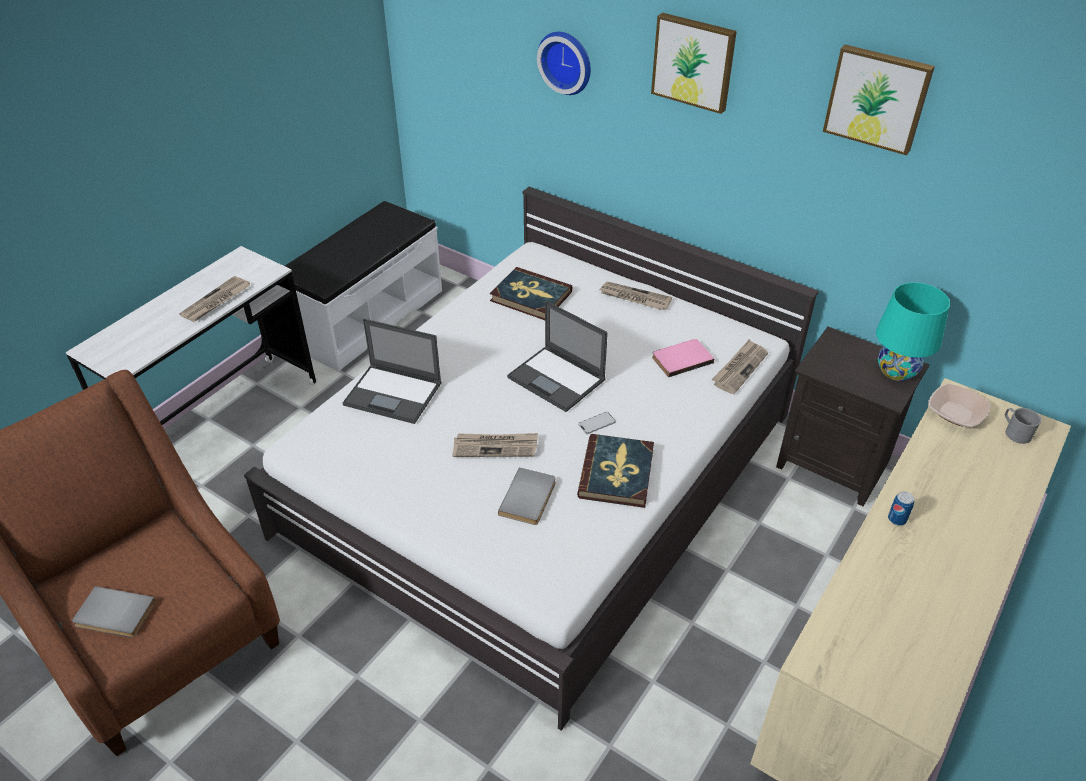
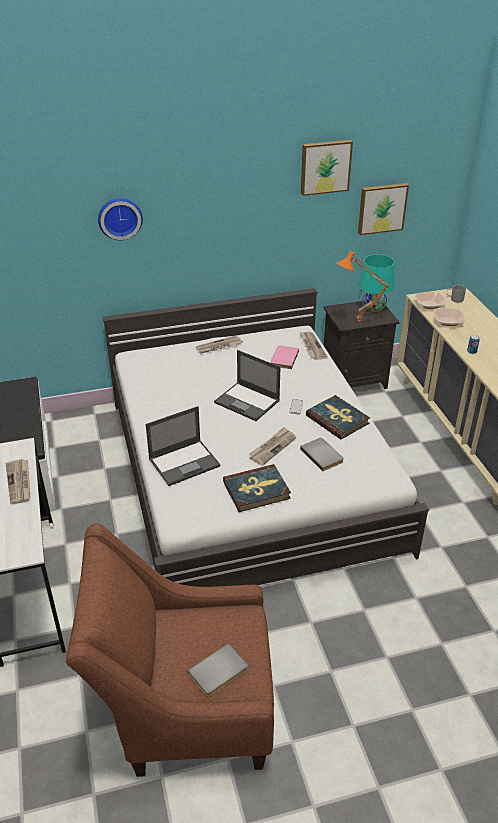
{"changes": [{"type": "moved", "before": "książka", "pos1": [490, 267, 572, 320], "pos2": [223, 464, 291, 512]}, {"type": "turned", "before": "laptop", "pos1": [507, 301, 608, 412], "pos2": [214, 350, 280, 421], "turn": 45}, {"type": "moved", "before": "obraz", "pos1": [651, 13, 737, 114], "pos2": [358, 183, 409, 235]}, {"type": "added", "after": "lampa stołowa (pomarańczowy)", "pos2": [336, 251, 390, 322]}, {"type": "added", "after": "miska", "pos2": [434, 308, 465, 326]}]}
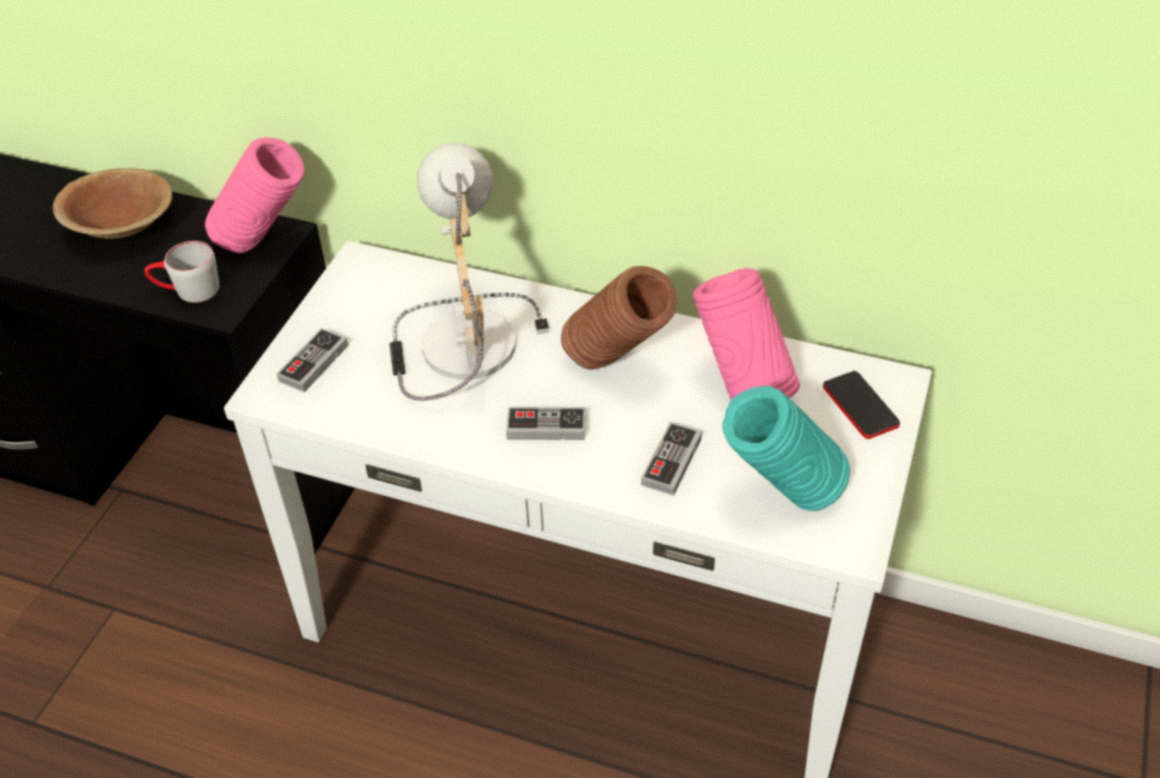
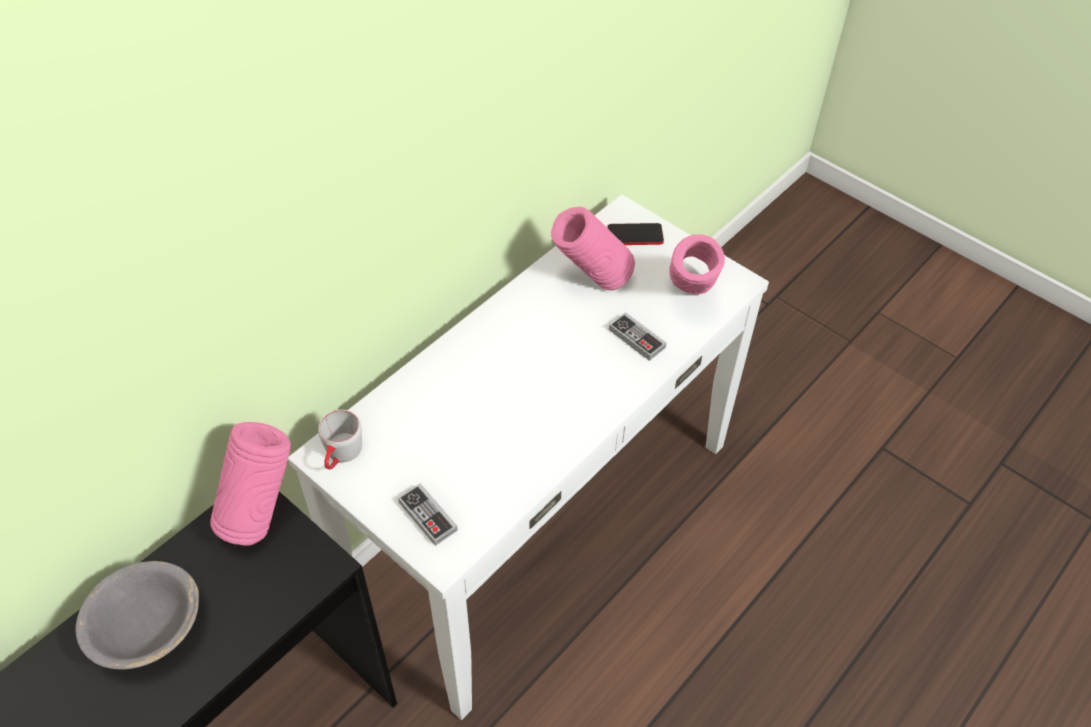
{"changes": [{"type": "recoloured", "before": "miska (brązowy)", "after": "miska (szary)", "pos1": [53, 168, 172, 239], "pos2": [76, 561, 199, 670]}, {"type": "moved", "before": "kubek (szary)", "pos1": [144, 241, 219, 303], "pos2": [318, 410, 362, 470]}, {"type": "removed", "before": "lampa stołowa", "pos1": [390, 143, 549, 401]}, {"type": "removed", "before": "pad do gier", "pos1": [506, 407, 586, 440]}, {"type": "removed", "before": "wazon (brązowy)", "pos1": [561, 266, 677, 369]}, {"type": "recoloured", "before": "wazon (turkusowy)", "after": "wazon (różowy)", "pos1": [722, 386, 850, 511], "pos2": [669, 234, 725, 294]}]}
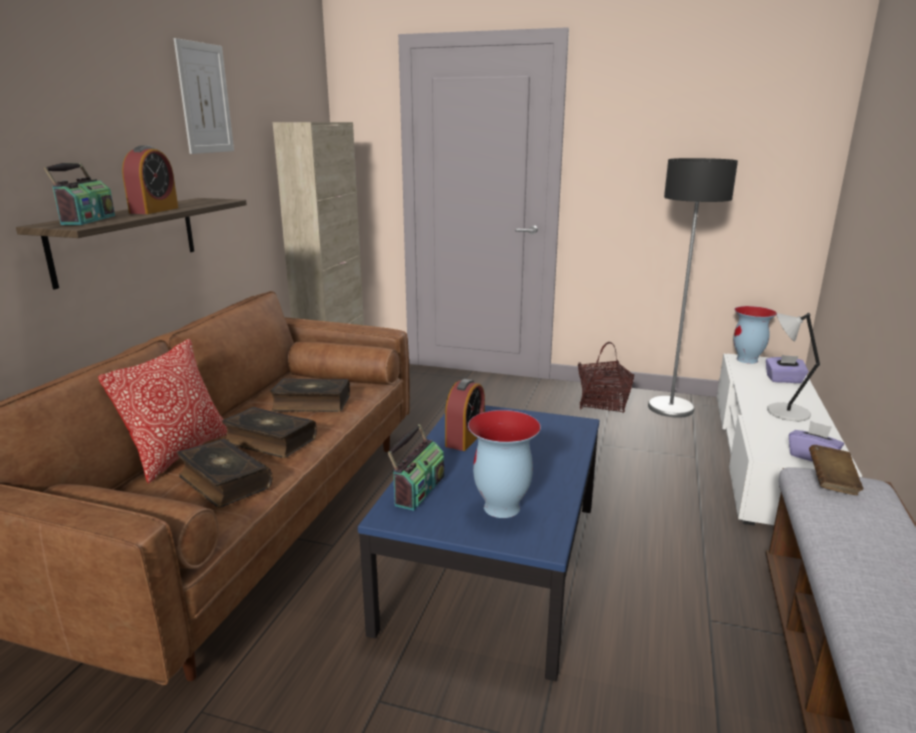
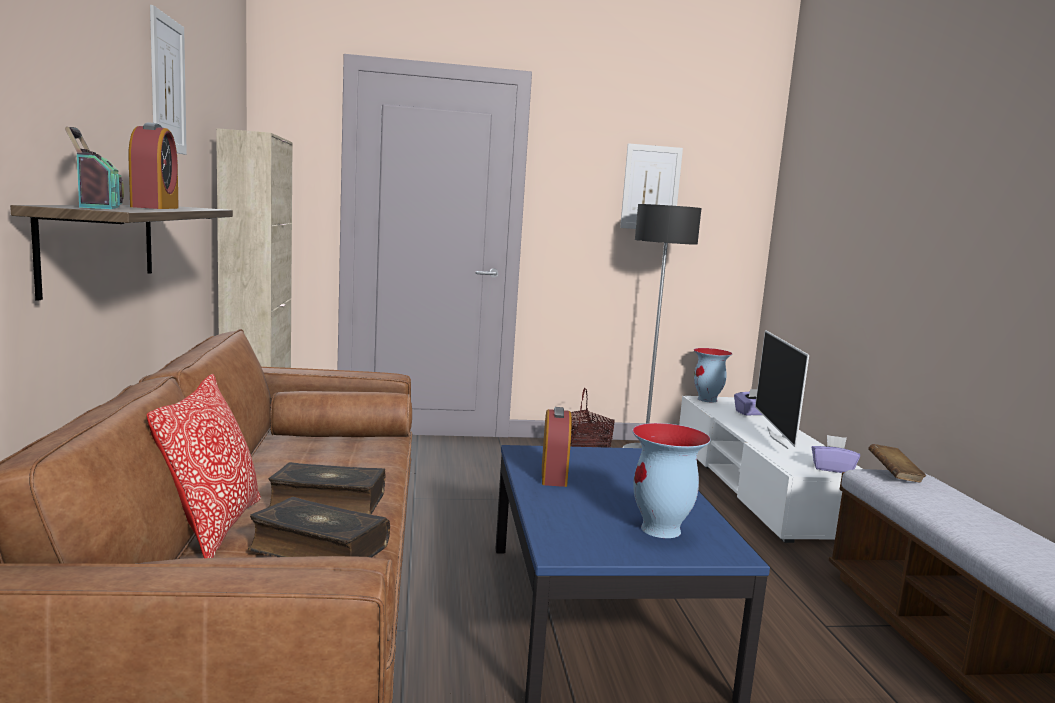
{"changes": [{"type": "removed", "before": "książka", "pos1": [270, 378, 350, 412]}, {"type": "removed", "before": "radio", "pos1": [387, 424, 444, 511]}, {"type": "replaced", "before": "lampa stołowa (szary)", "after": "telewizor", "pos1": [767, 313, 820, 421], "pos2": [755, 330, 809, 449]}, {"type": "added", "after": "obraz", "pos2": [620, 143, 683, 229]}]}
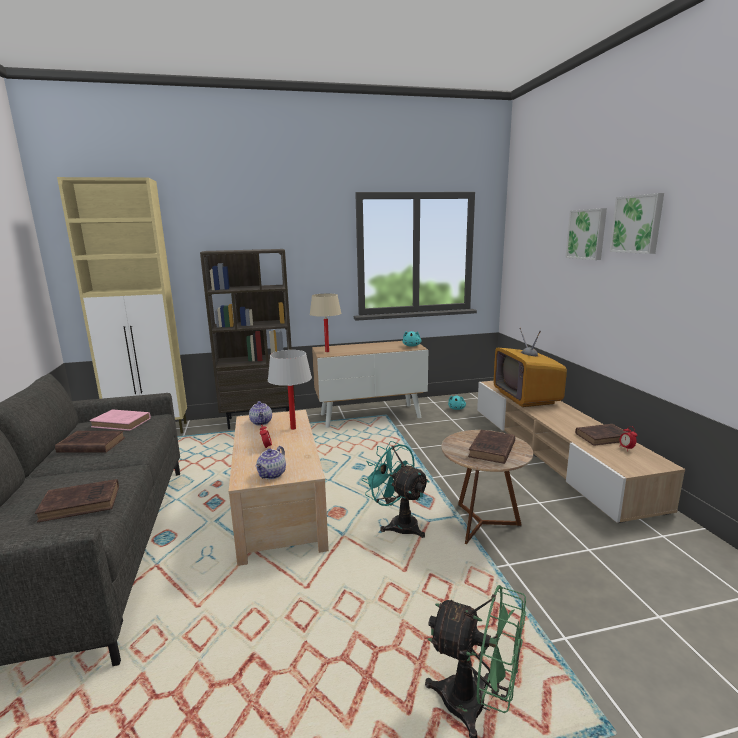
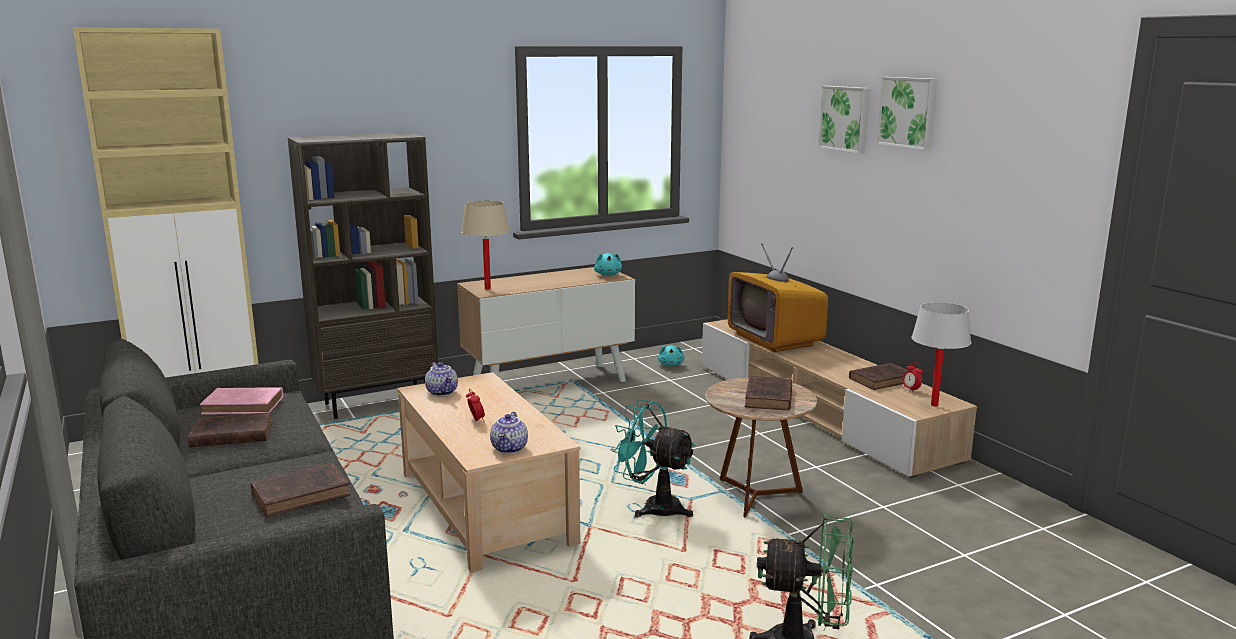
{"changes": [{"type": "moved", "before": "lampa stołowa (biały)", "pos1": [268, 350, 312, 430], "pos2": [912, 302, 971, 407]}]}
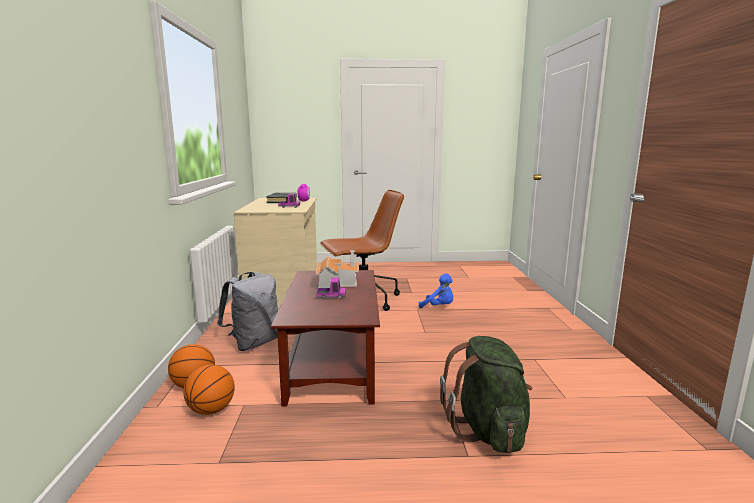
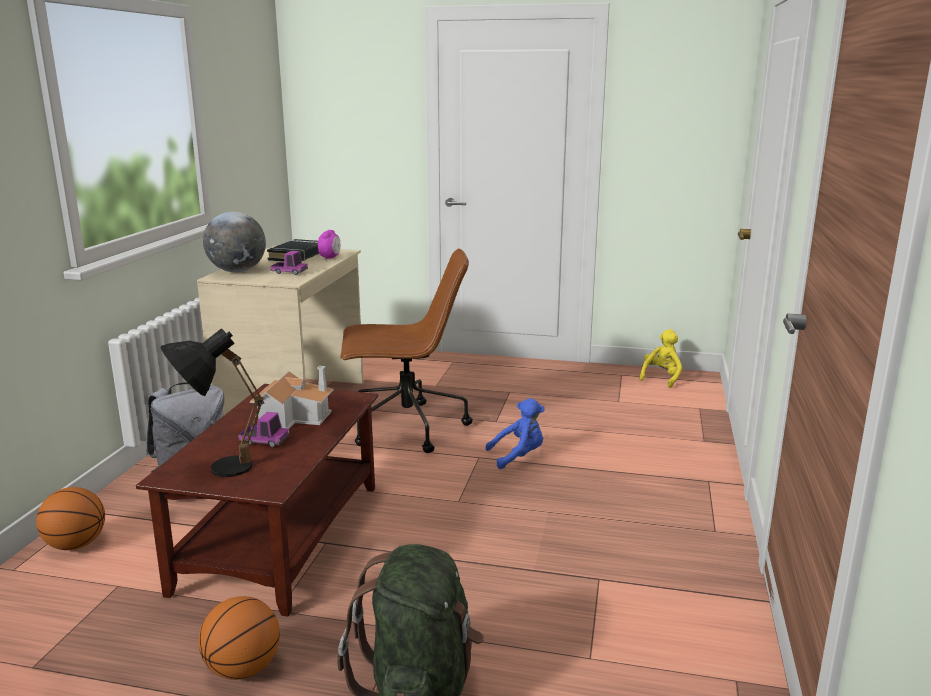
{"changes": [{"type": "moved", "before": "piłka do koszykówki", "pos1": [183, 365, 235, 415], "pos2": [198, 596, 280, 680]}, {"type": "turned", "before": "pluszak (niebieski)", "pos1": [419, 273, 453, 308], "pos2": [486, 398, 545, 469], "turn": -60}, {"type": "added", "after": "lampa stołowa (czarny)", "pos2": [161, 328, 265, 477]}, {"type": "added", "after": "globus", "pos2": [203, 212, 266, 272]}, {"type": "added", "after": "pluszak (żółty)", "pos2": [639, 329, 682, 388]}]}
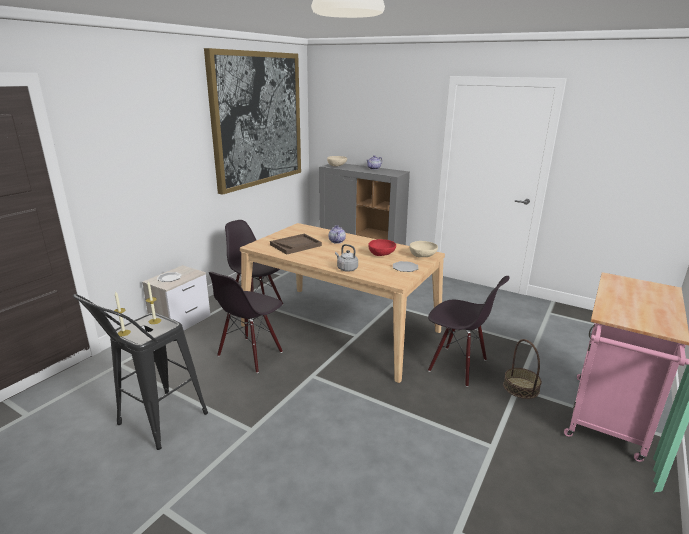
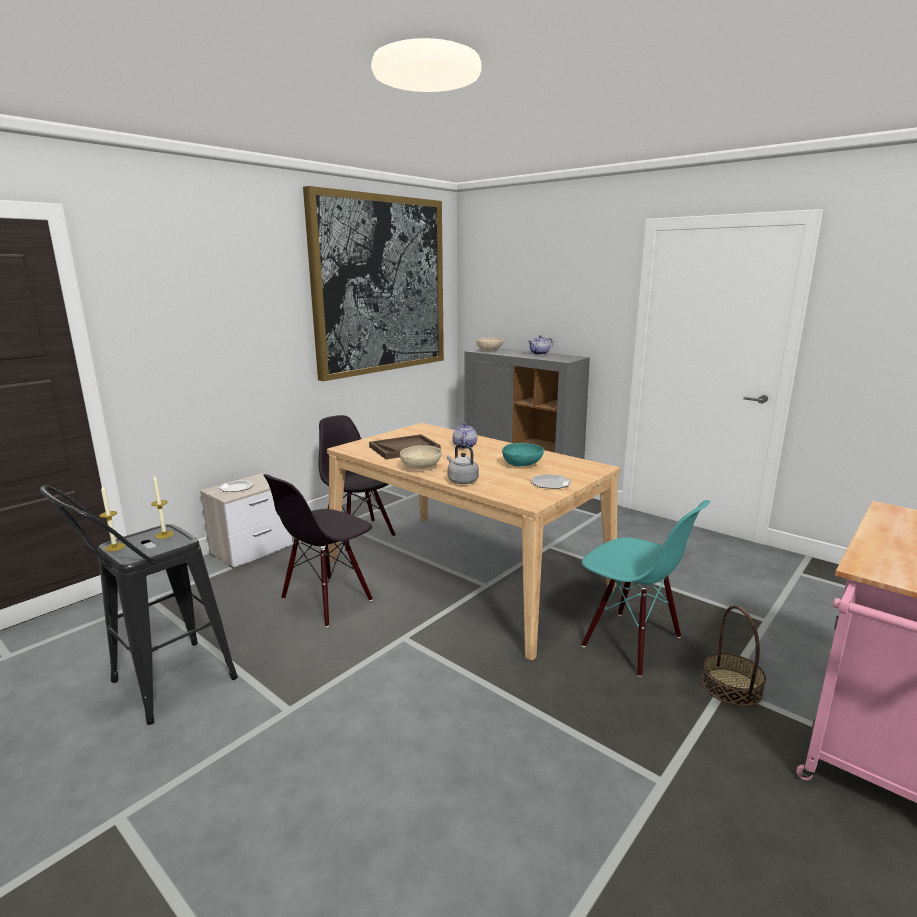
{"changes": [{"type": "recoloured", "before": "miska (czerwony)", "after": "miska (turkusowy)", "pos1": [368, 239, 396, 256], "pos2": [502, 443, 544, 466]}, {"type": "moved", "before": "miska (beżowy)", "pos1": [410, 241, 438, 257], "pos2": [400, 445, 442, 469]}, {"type": "recoloured", "before": "krzesło (czarny)", "after": "krzesło (turkusowy)", "pos1": [428, 276, 509, 387], "pos2": [582, 500, 710, 677]}]}
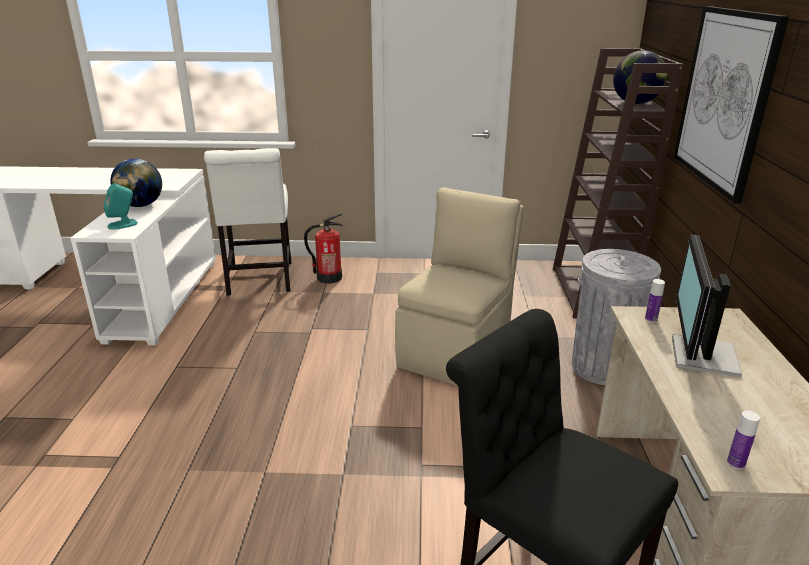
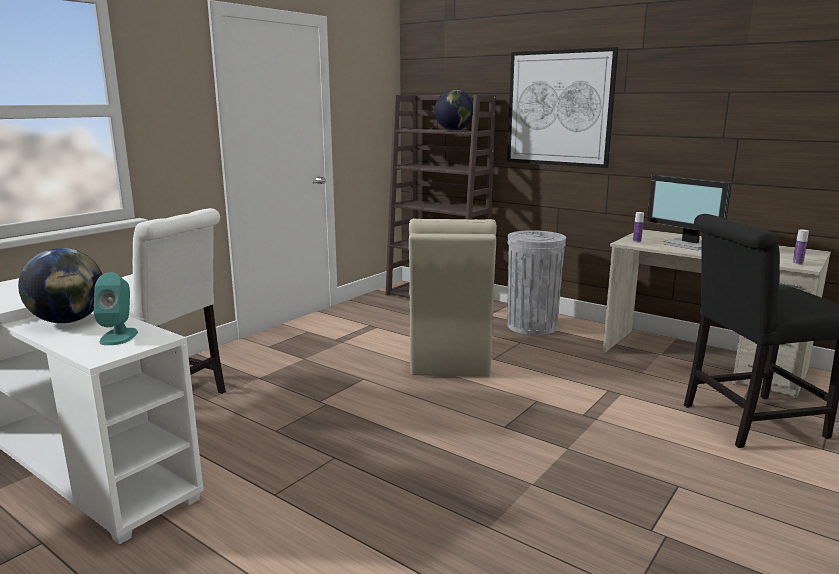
{"changes": [{"type": "removed", "before": "gaśnica", "pos1": [304, 214, 343, 283]}, {"type": "turned", "before": "krzesło (beżowy)", "pos1": [395, 187, 524, 386], "pos2": [409, 219, 497, 377], "turn": -150}]}
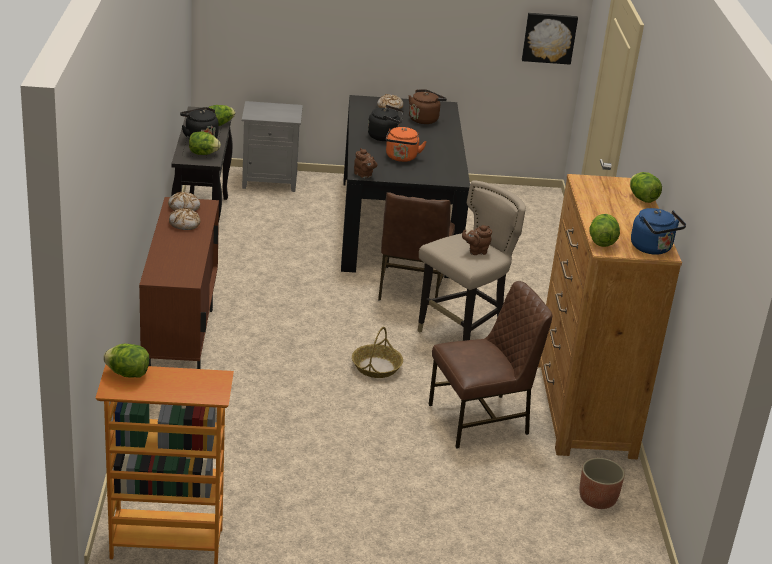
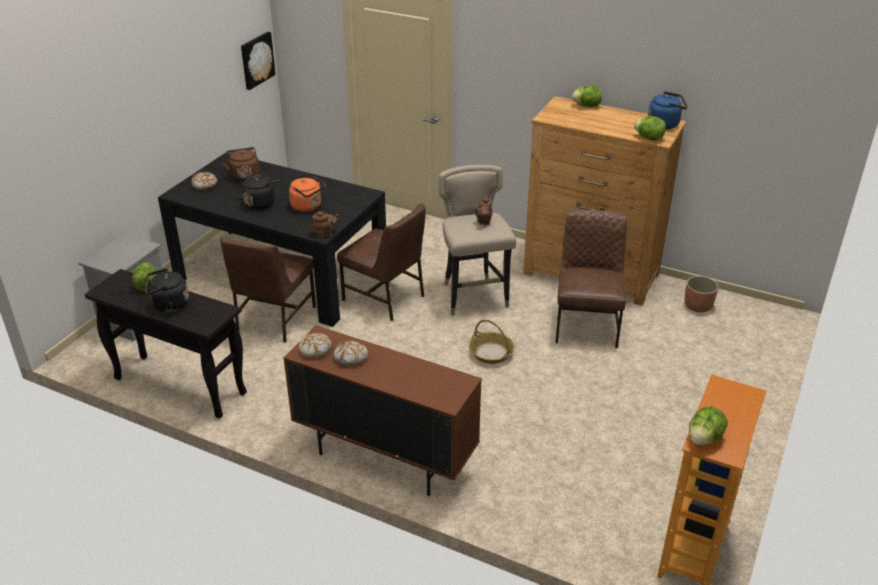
{"changes": [{"type": "removed", "before": "sałata", "pos1": [189, 131, 221, 155]}, {"type": "added", "after": "krzesło (brązowy)", "pos2": [220, 237, 316, 343]}]}
